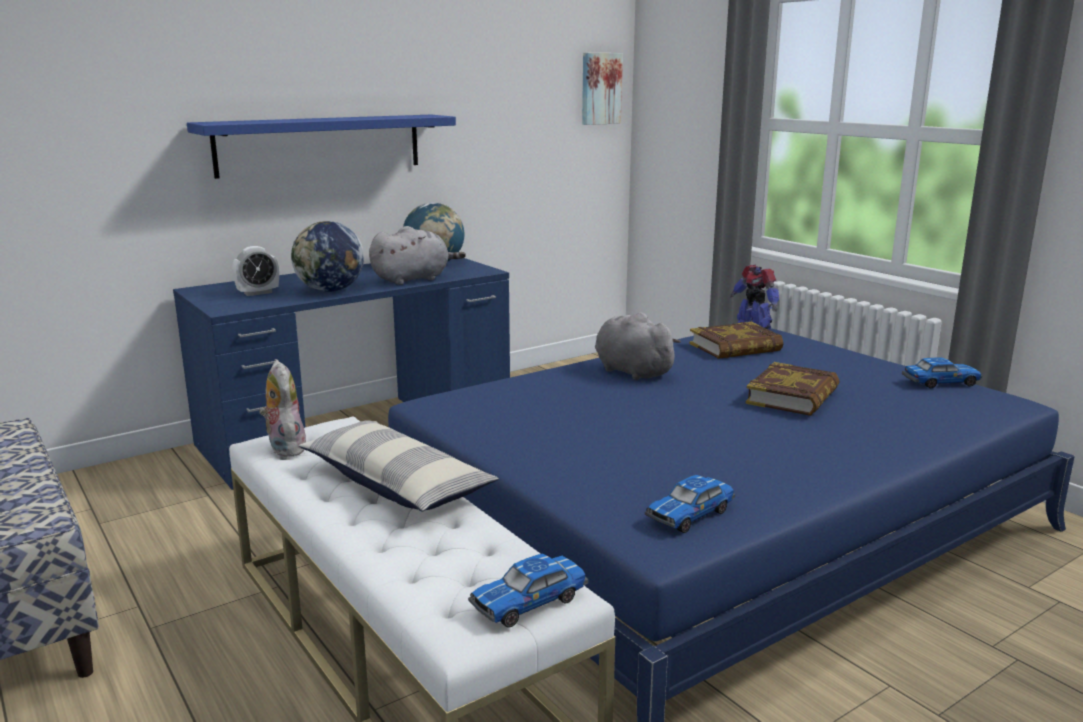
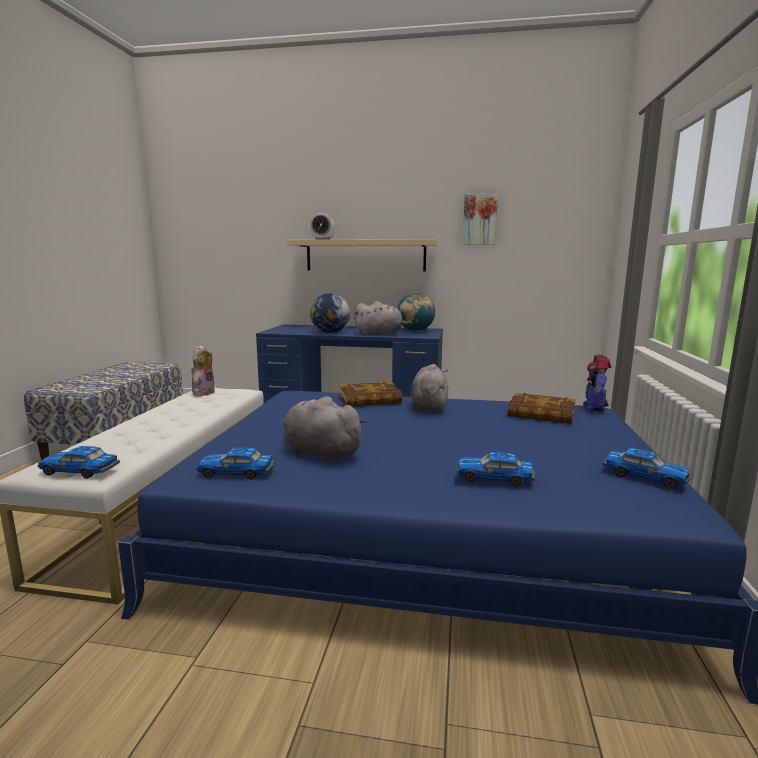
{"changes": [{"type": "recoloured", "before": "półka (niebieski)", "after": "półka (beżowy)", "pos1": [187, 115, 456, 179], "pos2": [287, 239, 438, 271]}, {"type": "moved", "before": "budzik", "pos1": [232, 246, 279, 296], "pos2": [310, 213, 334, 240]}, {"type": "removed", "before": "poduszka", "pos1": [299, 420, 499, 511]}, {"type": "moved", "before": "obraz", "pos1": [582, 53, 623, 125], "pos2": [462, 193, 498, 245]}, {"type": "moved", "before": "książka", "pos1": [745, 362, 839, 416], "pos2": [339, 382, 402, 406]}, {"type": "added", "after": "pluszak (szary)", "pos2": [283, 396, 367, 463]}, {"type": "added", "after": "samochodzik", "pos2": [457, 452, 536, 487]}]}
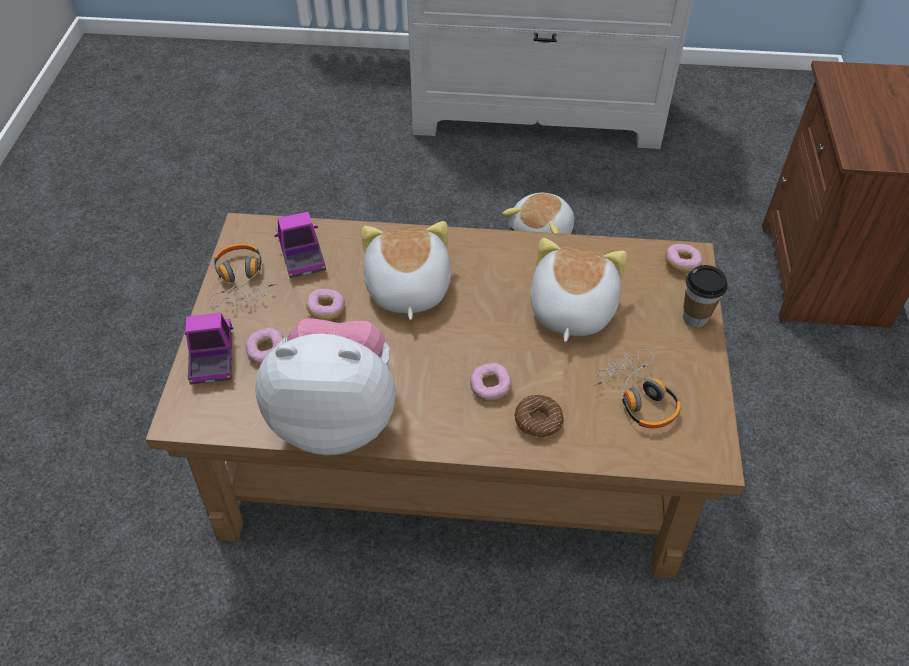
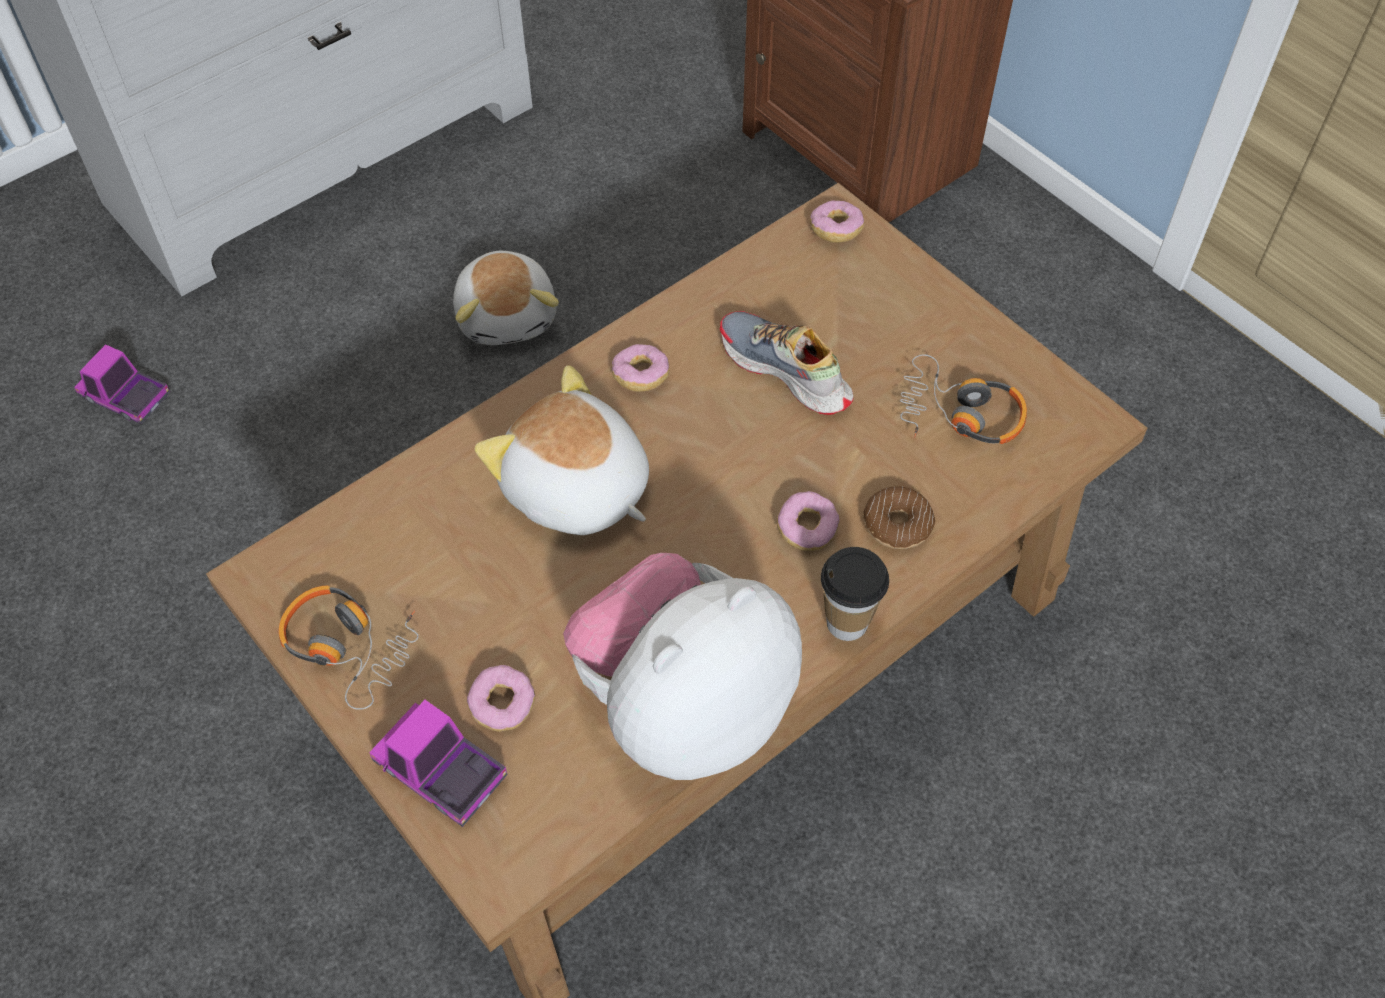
{"changes": [{"type": "moved", "before": "ciężarówka zabawkowa", "pos1": [274, 212, 326, 278], "pos2": [74, 344, 170, 424]}, {"type": "moved", "before": "donut", "pos1": [306, 289, 345, 320], "pos2": [612, 344, 670, 392]}, {"type": "replaced", "before": "pluszak", "after": "but", "pos1": [530, 238, 627, 342], "pos2": [719, 311, 853, 415]}, {"type": "moved", "before": "filiżanka", "pos1": [683, 265, 728, 327], "pos2": [821, 547, 889, 641]}]}
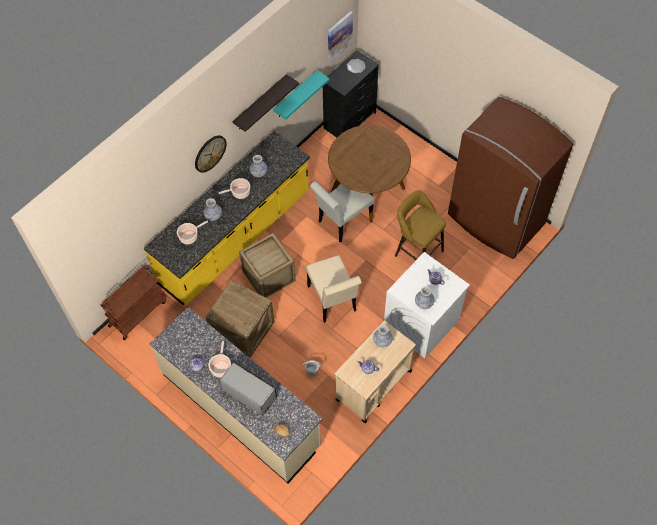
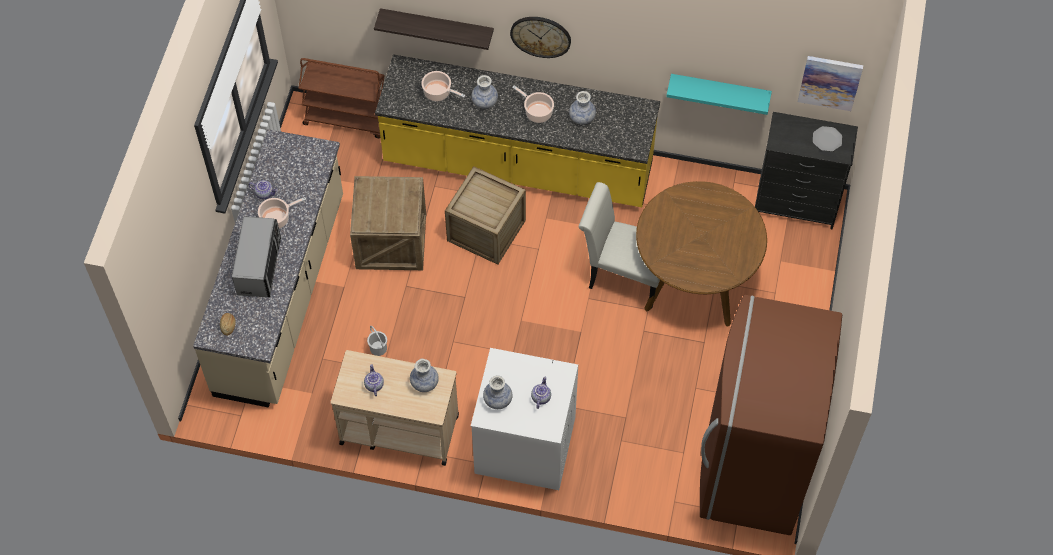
{"changes": [{"type": "moved", "before": "półka", "pos1": [232, 74, 299, 132], "pos2": [374, 8, 494, 50]}, {"type": "removed", "before": "krzesło (beżowy)", "pos1": [306, 255, 362, 323]}, {"type": "removed", "before": "stołek (żółty)", "pos1": [395, 190, 446, 260]}]}
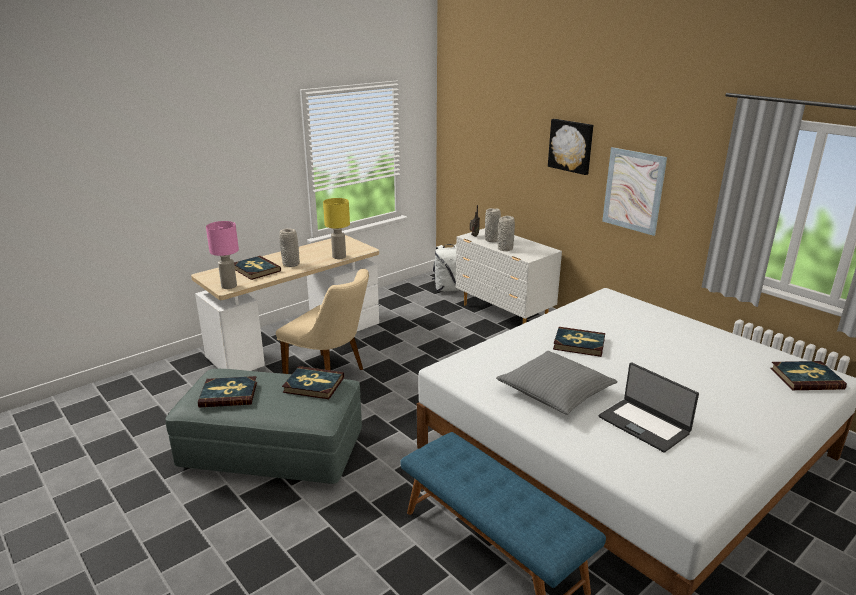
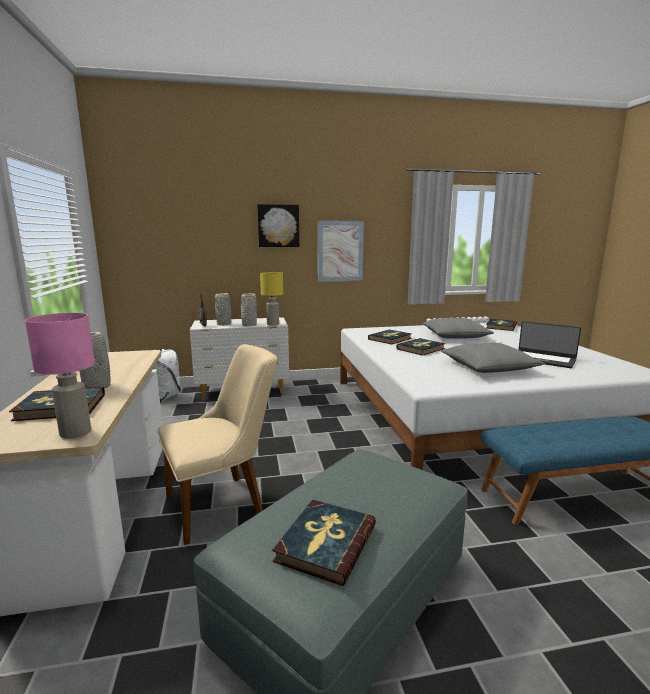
{"changes": [{"type": "moved", "before": "książka", "pos1": [282, 366, 344, 399], "pos2": [368, 330, 412, 345]}, {"type": "moved", "before": "lampa stołowa (żółty)", "pos1": [323, 198, 350, 259], "pos2": [260, 272, 283, 326]}, {"type": "turned", "before": "laptop", "pos1": [599, 362, 699, 453], "pos2": [518, 321, 581, 368], "turn": 45}, {"type": "added", "after": "poduszka (szary)", "pos2": [422, 318, 494, 339]}]}
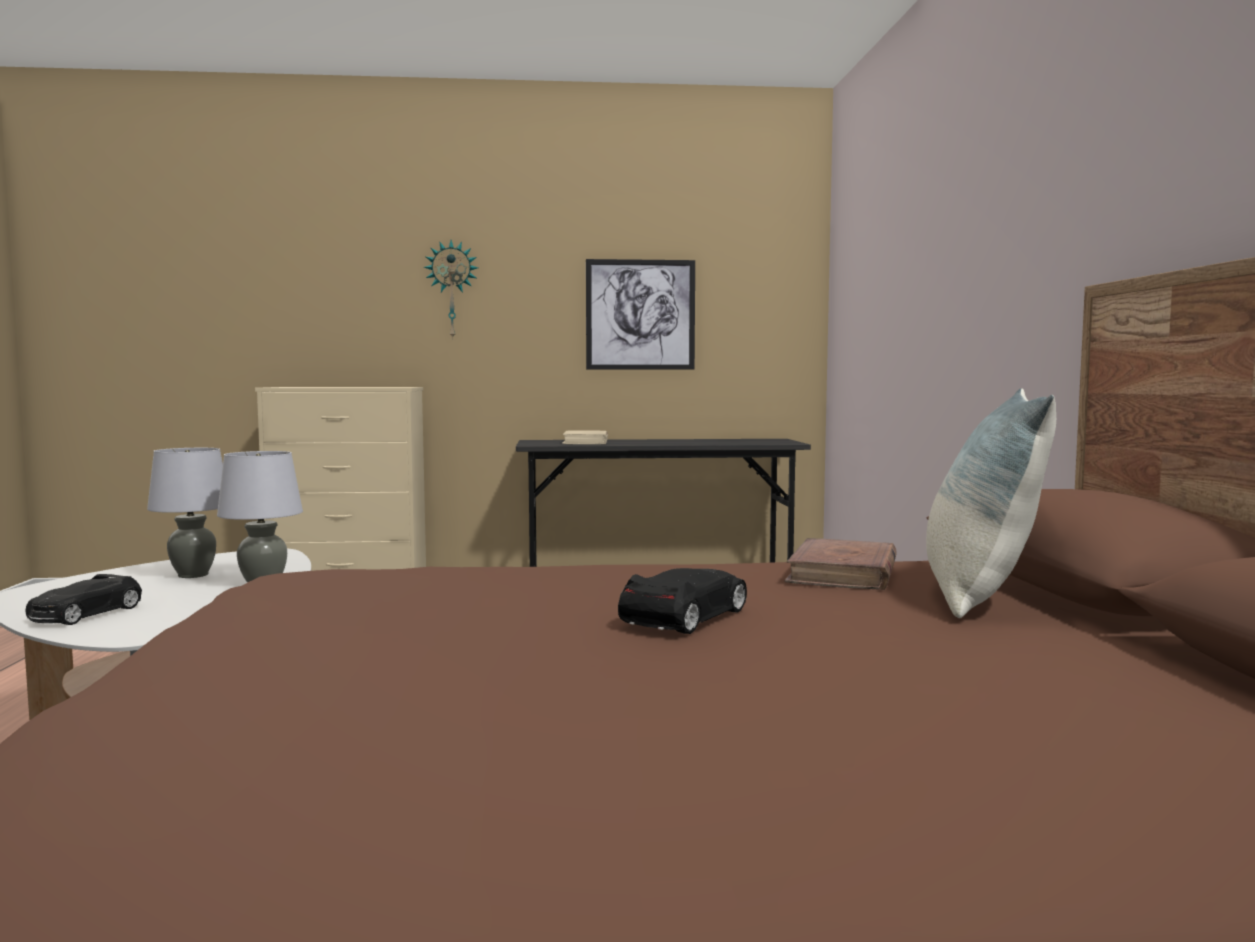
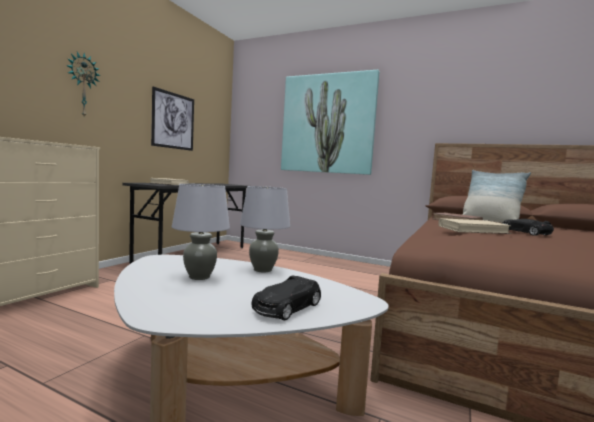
{"changes": [{"type": "turned", "before": "samochodzik (czarny)", "pos1": [25, 574, 142, 625], "pos2": [252, 276, 321, 321], "turn": 75}, {"type": "added", "after": "obraz", "pos2": [281, 70, 379, 175]}, {"type": "added", "after": "książka (beżowy)", "pos2": [439, 218, 512, 234]}]}
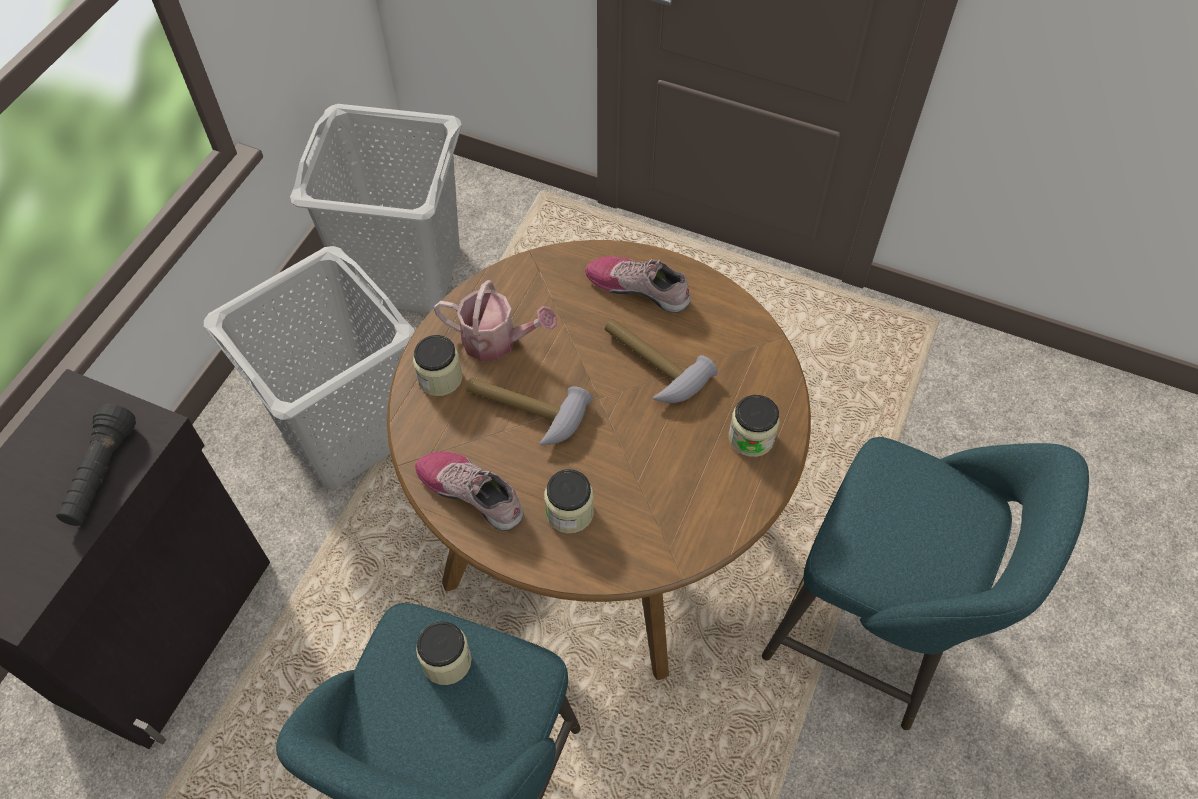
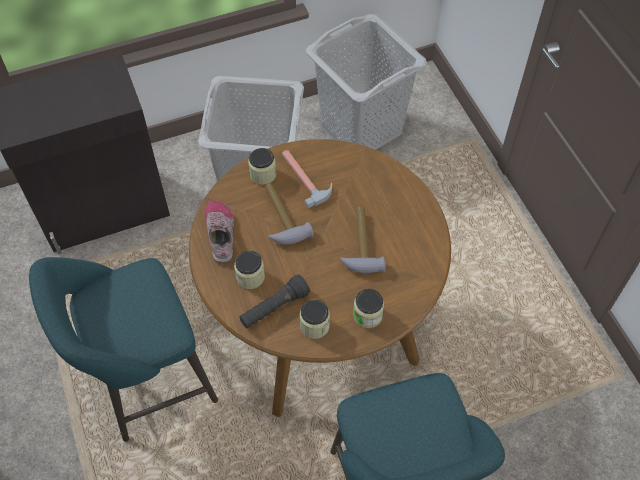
{"changes": [{"type": "moved", "before": "latarka (czarny)", "pos1": [56, 403, 136, 526], "pos2": [239, 275, 310, 328]}, {"type": "moved", "before": "słoik", "pos1": [416, 621, 472, 685], "pos2": [299, 300, 330, 339]}, {"type": "replaced", "before": "konewka", "after": "młotek", "pos1": [434, 280, 557, 361], "pos2": [282, 150, 332, 209]}, {"type": "removed", "before": "but", "pos1": [585, 256, 691, 313]}]}
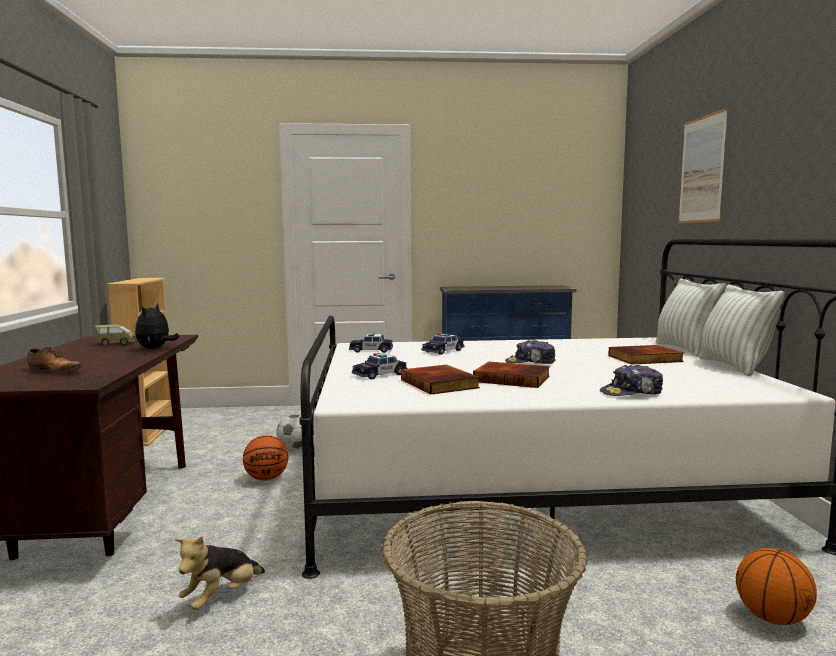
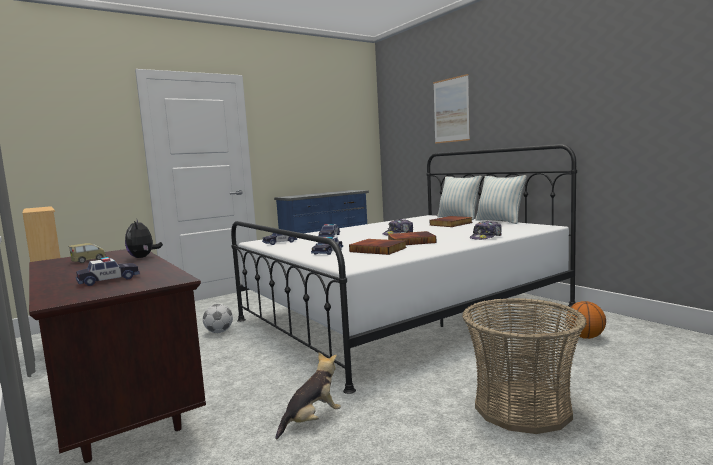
{"changes": [{"type": "replaced", "before": "but", "after": "samochodzik", "pos1": [27, 347, 82, 373], "pos2": [76, 257, 140, 286]}, {"type": "turned", "before": "pluszak", "pos1": [175, 536, 265, 610], "pos2": [276, 353, 341, 439], "turn": -135}, {"type": "removed", "before": "piłka do koszykówki", "pos1": [243, 435, 288, 481]}]}
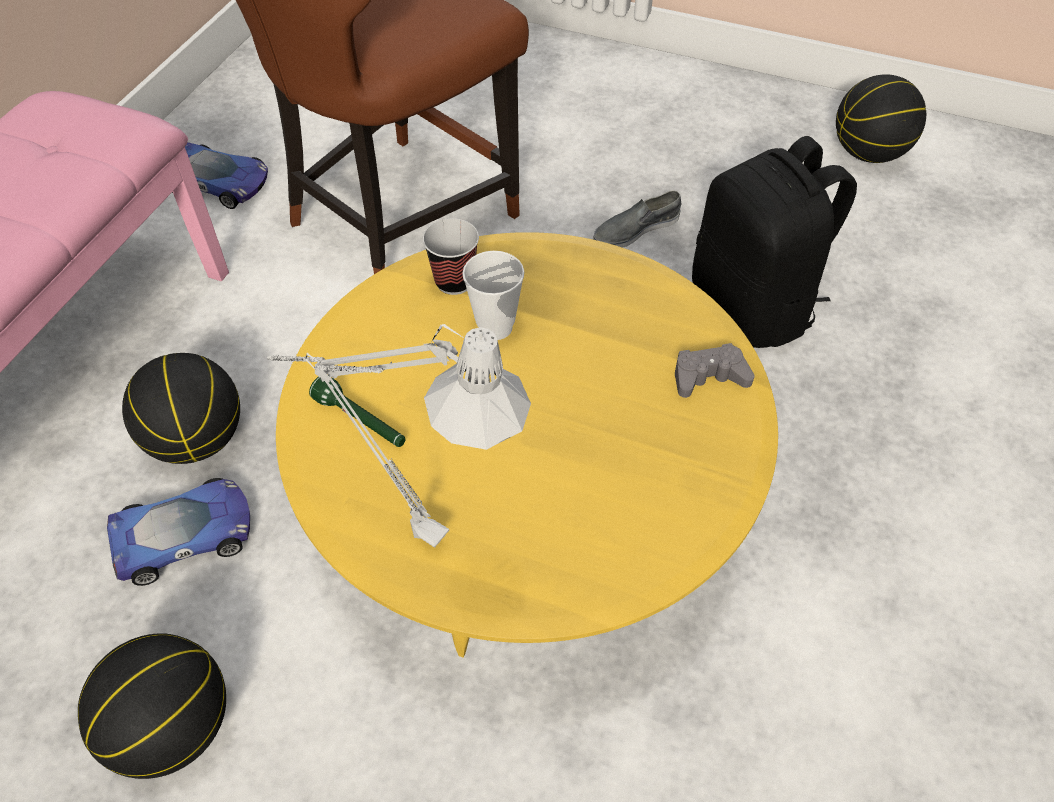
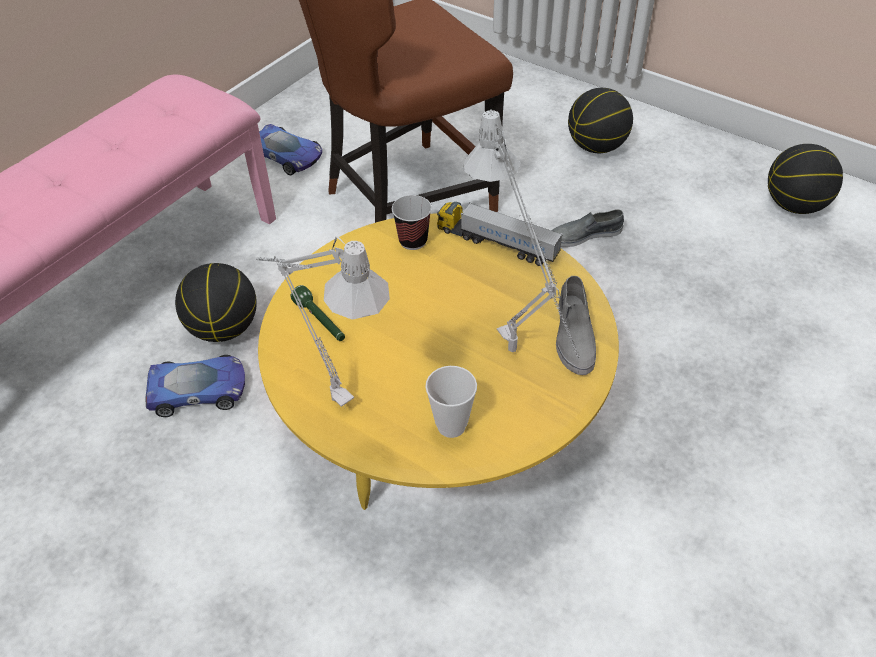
{"changes": [{"type": "moved", "before": "piłka do koszykówki", "pos1": [78, 633, 226, 779], "pos2": [568, 88, 633, 153]}, {"type": "moved", "before": "filiżanka", "pos1": [462, 251, 524, 340], "pos2": [425, 366, 477, 438]}, {"type": "replaced", "before": "pad do gier (szary)", "after": "but (szary)", "pos1": [675, 343, 755, 398], "pos2": [556, 276, 596, 375]}, {"type": "removed", "before": "plecak (czarny)", "pos1": [692, 136, 857, 348]}, {"type": "added", "after": "ciężarówka zabawkowa", "pos2": [437, 202, 563, 266]}, {"type": "added", "after": "lampa stołowa (szary)", "pos2": [463, 109, 580, 358]}]}
